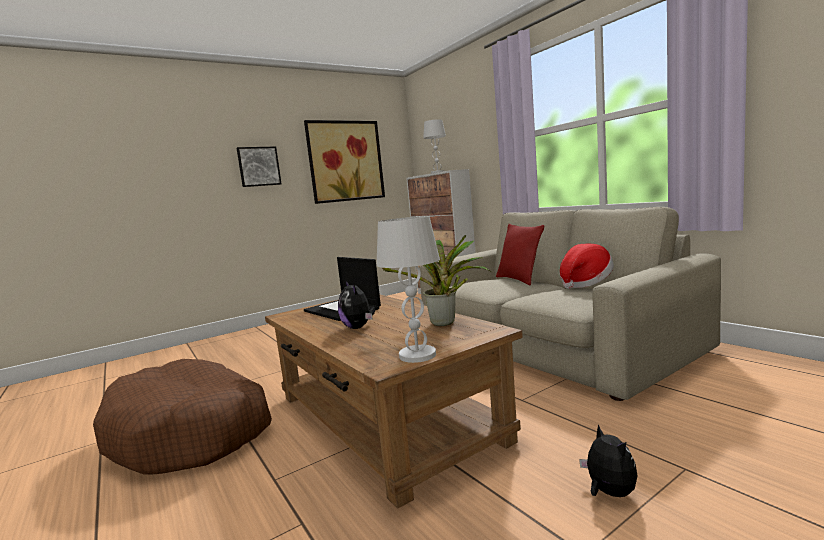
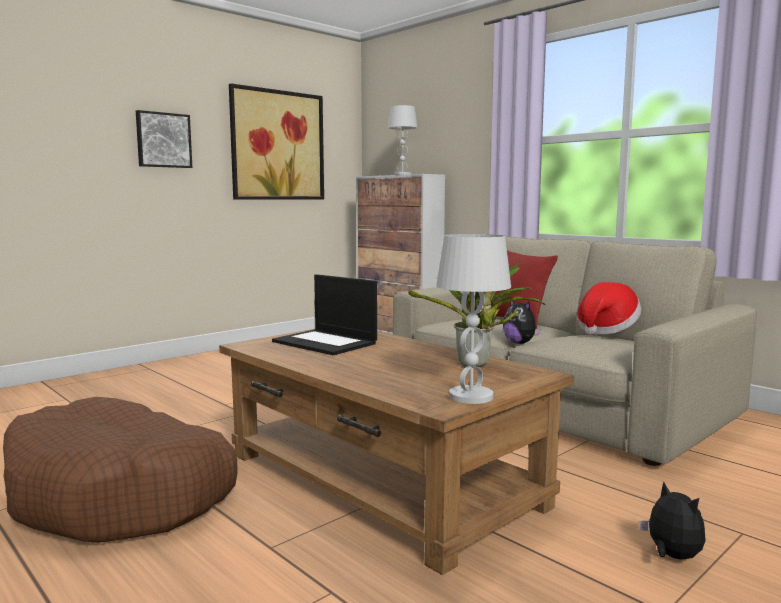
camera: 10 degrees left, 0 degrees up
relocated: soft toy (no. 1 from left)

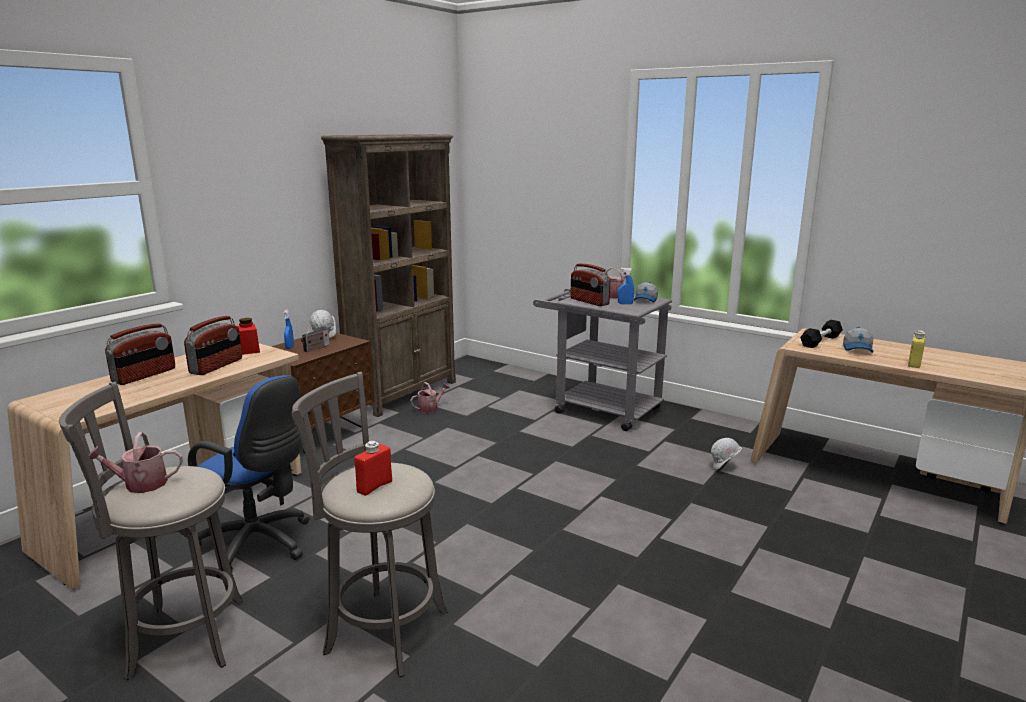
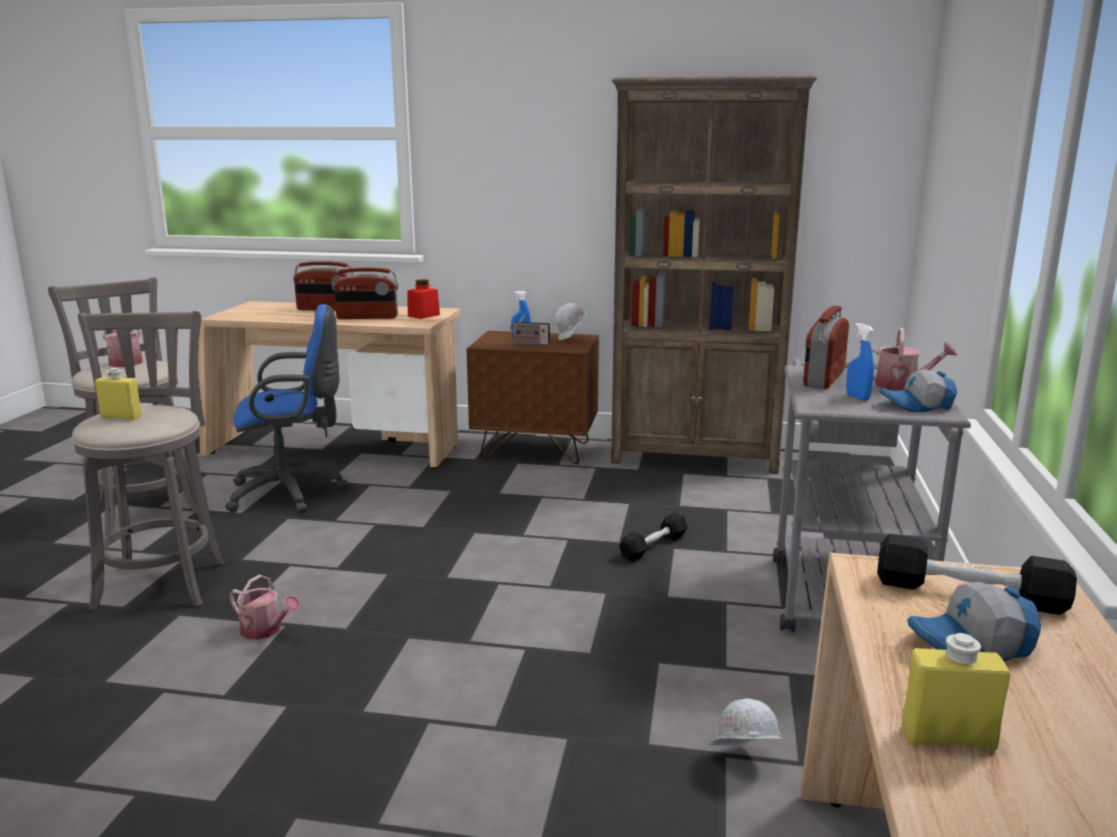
camera: 65 degrees right, 0 degrees up
appeared: dumbbell (black-coloured) (no. 1 from left)
relocated: sprinkling can (no. 2 from left)
colour: beverage bottle (red-coloured) to beverage bottle (yellow-coloured) (no. 1 from left)
spun: desk chair (blue-coloured) 105 degrees counterclockwise

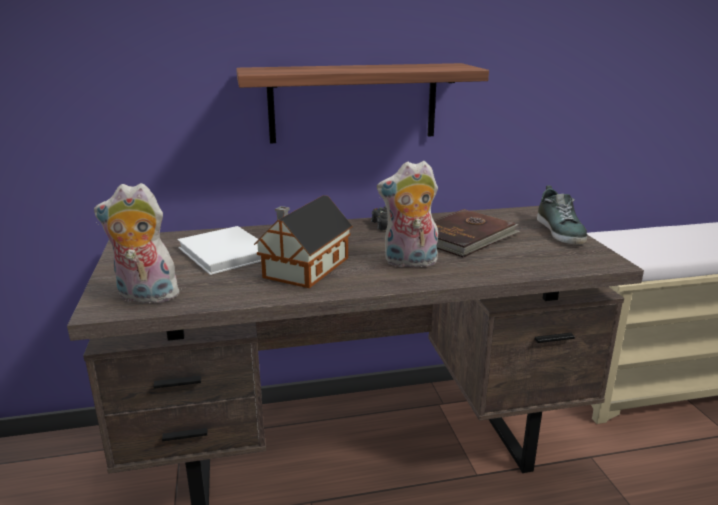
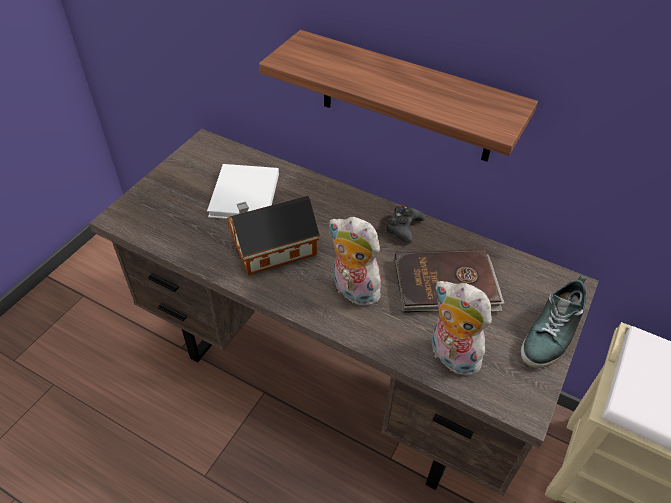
camera: 40 degrees right, 25 degrees up
relocated: soft toy (no. 1 from left in the first image) to soft toy (no. 2 from left)

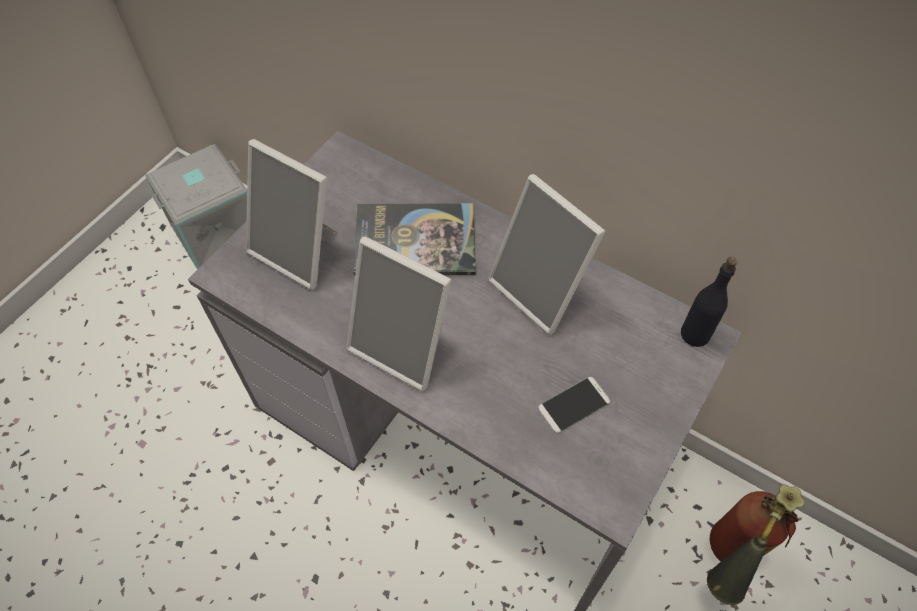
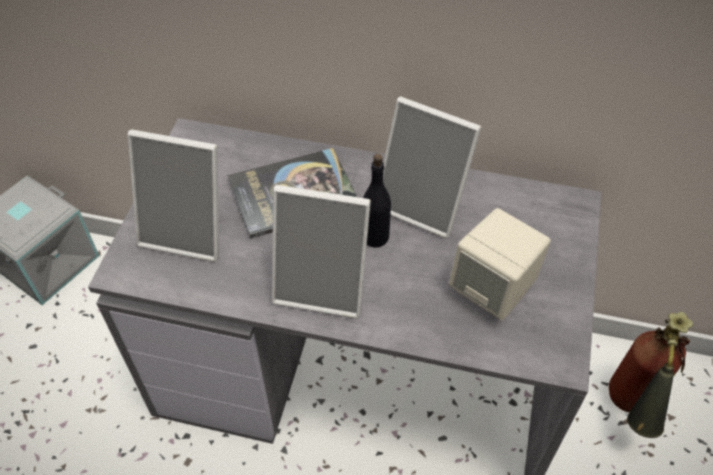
camera: 20 degrees left, 5 degrees down
relocated: beverage bottle (black-coloured)
exchanged: handset to loudspeaker (sand-coloured)

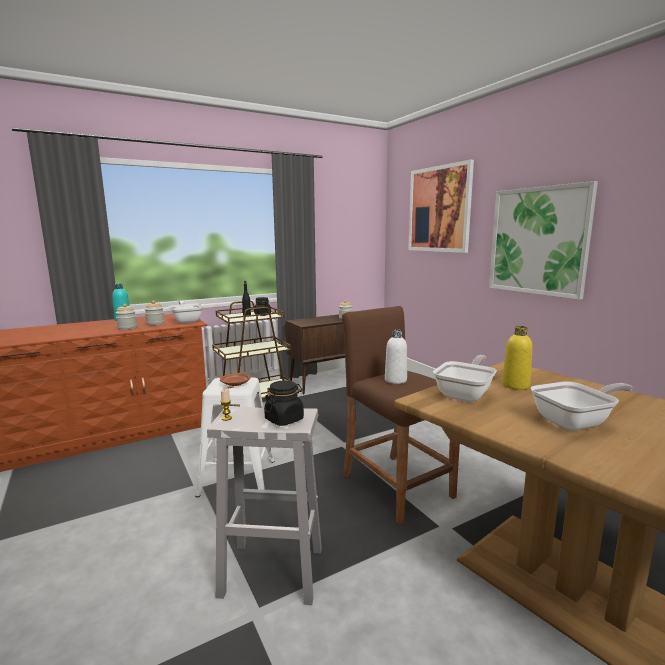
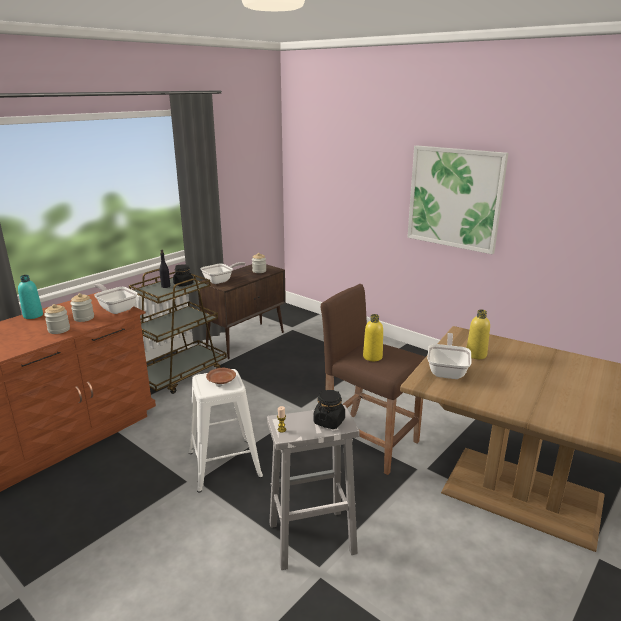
camera: 20 degrees left, 10 degrees up
missing: wall picture (no. 1 from left)
relocated: frying pan (no. 3 from left in the first image) to frying pan (no. 2 from left)
colour: beverage bottle (white) to beverage bottle (yellow-coloured) (no. 1 from left)

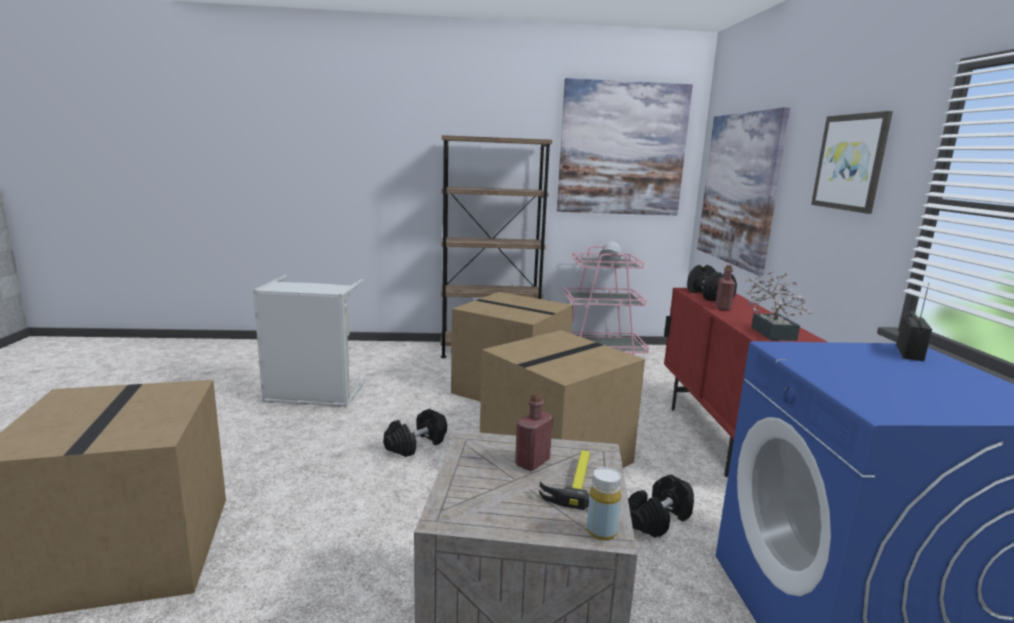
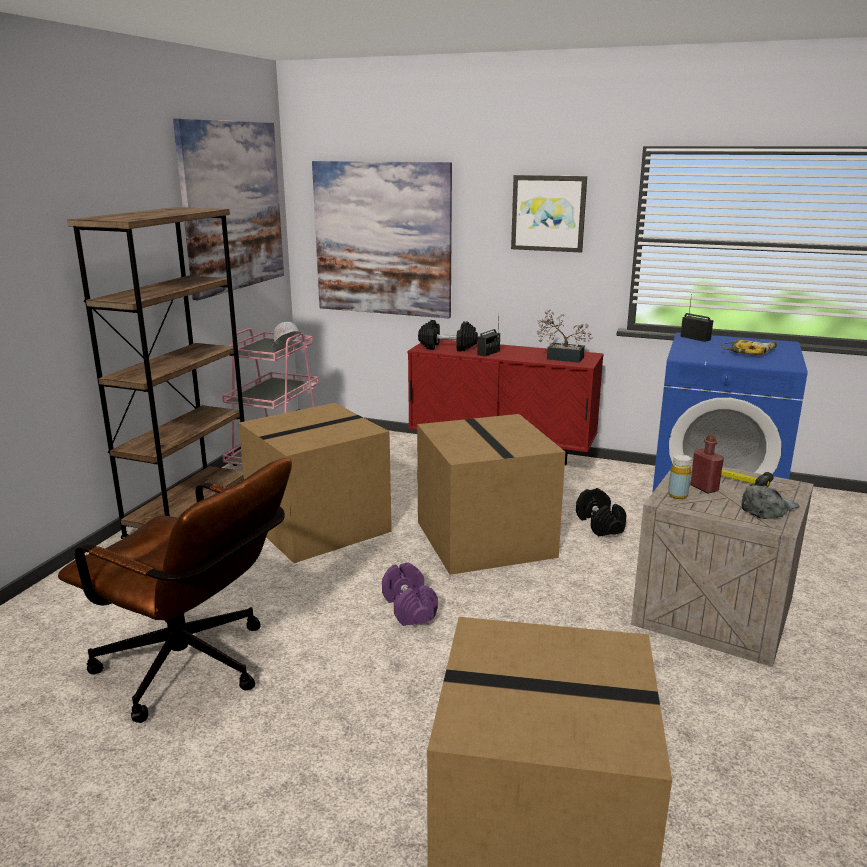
camera: 65 degrees left, 5 degrees up
appeared: power drill; baseball cap (grey)
relocated: beverage bottle (yellow-coloured)
exchanged: washing basket (grey) to desk chair (brownish); beverage bottle (red-coloured) (no. 2 from left) to radio set (no. 1 from left)
colour: dumbbell (black-coloured) (no. 1 from left) to dumbbell (purple)

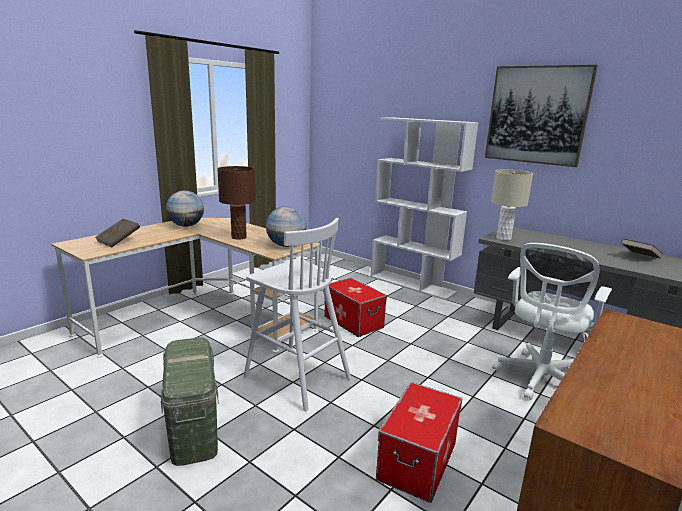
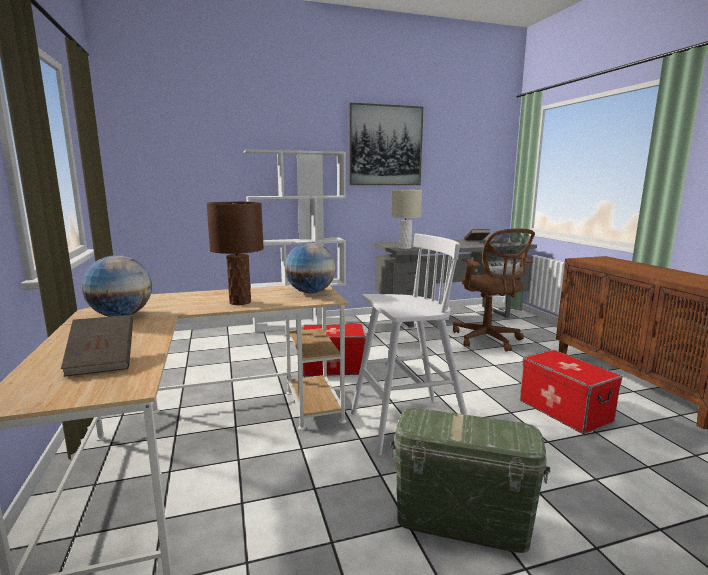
camera: 55 degrees left, 5 degrees down
colour: desk chair (white) to desk chair (brownish)

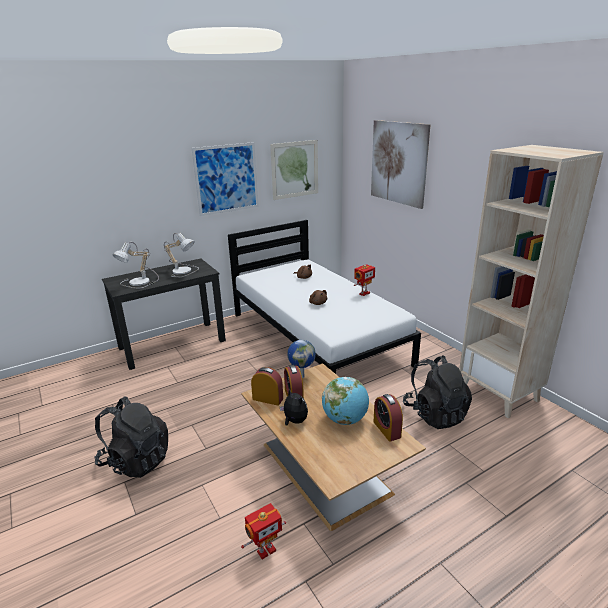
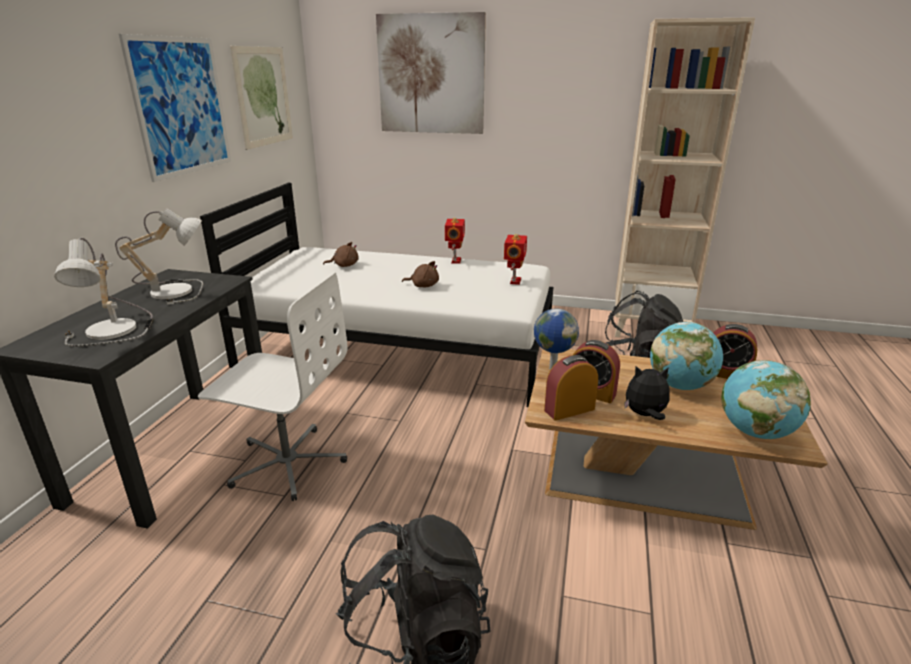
camera: 45 degrees left, 0 degrees up
appeared: desk chair (white); world globe (no. 3 from left)
relocated: robot figure (no. 1 from left in the first image) to robot figure (no. 2 from left)

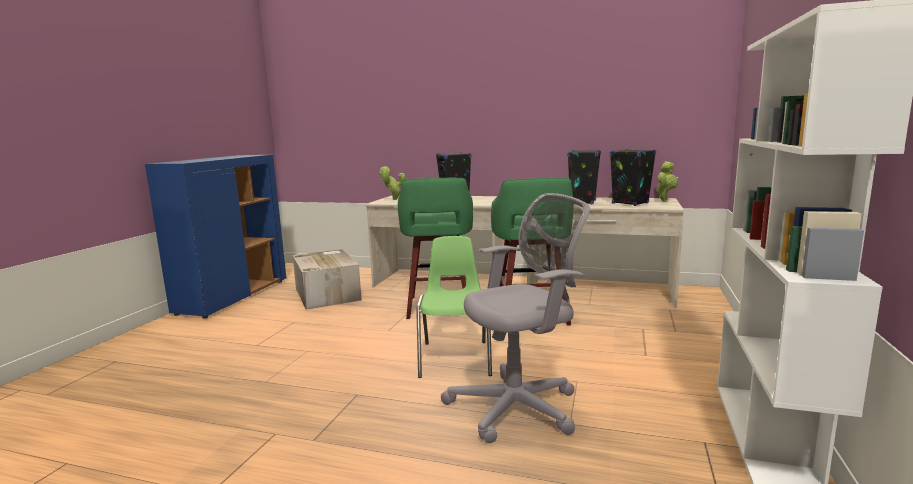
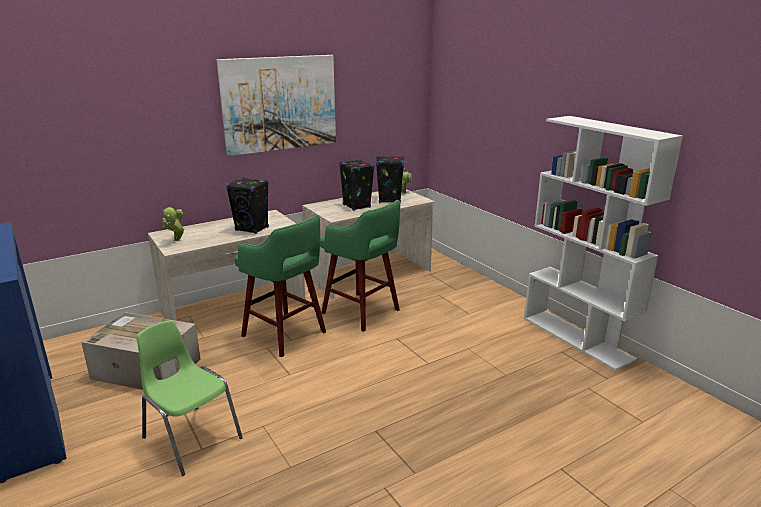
camera: 50 degrees left, 10 degrees up
missing: desk chair (grey)
appeared: wall picture
relocated: plain chair (green)

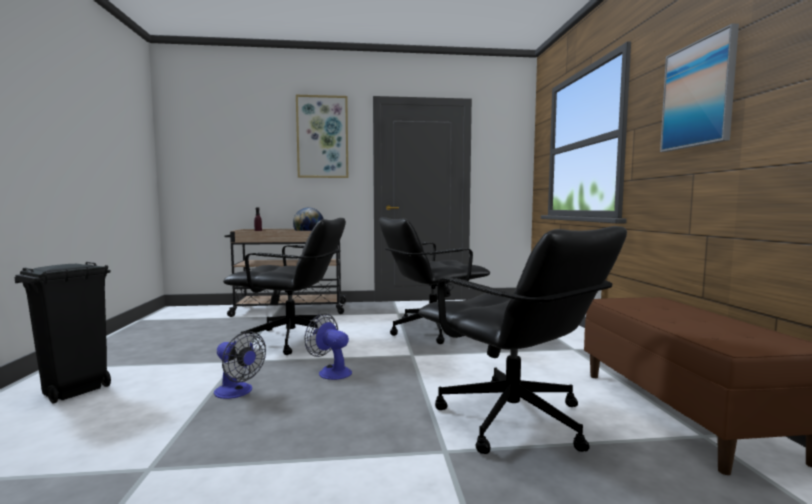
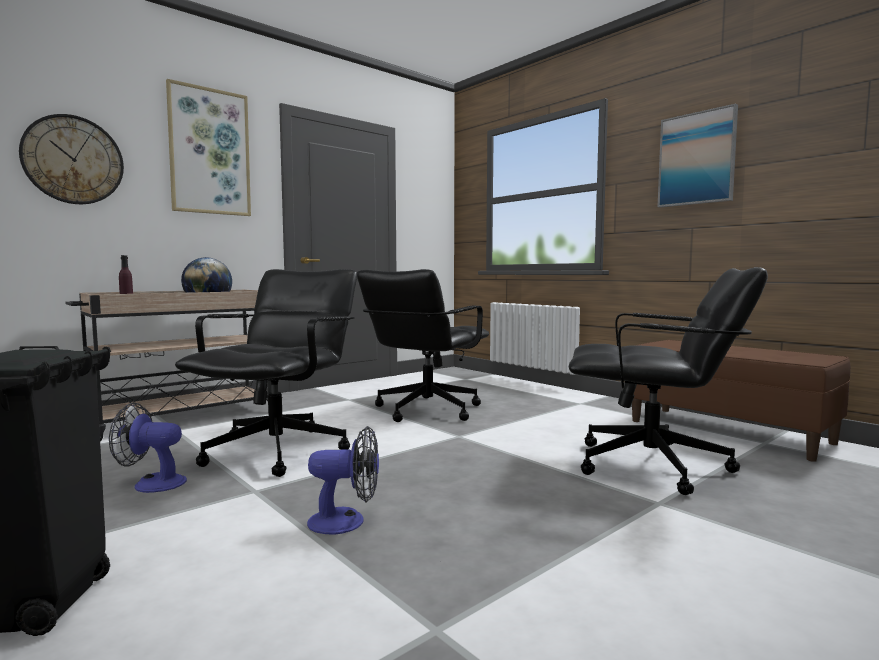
camera: 35 degrees left, 0 degrees up
appeared: hanging clock
relocated: cooling fan (no. 2 from left in the first image) to cooling fan (no. 1 from left)
spun: desk chair (black-coloured) (no. 1 from left) 45 degrees counterclockwise

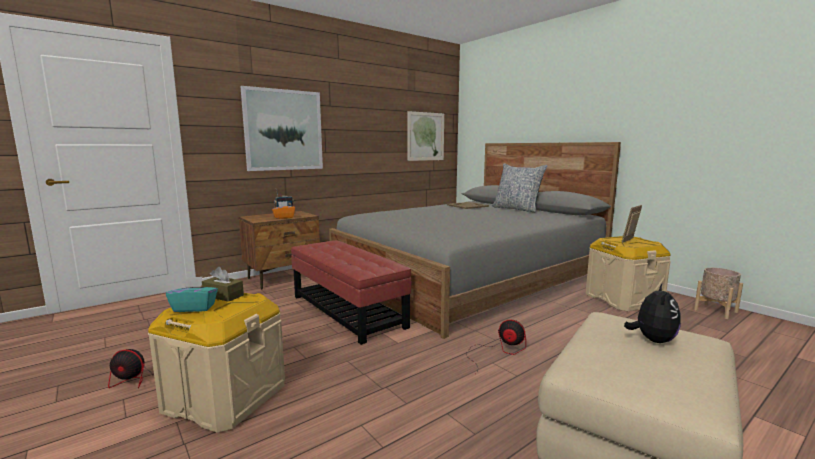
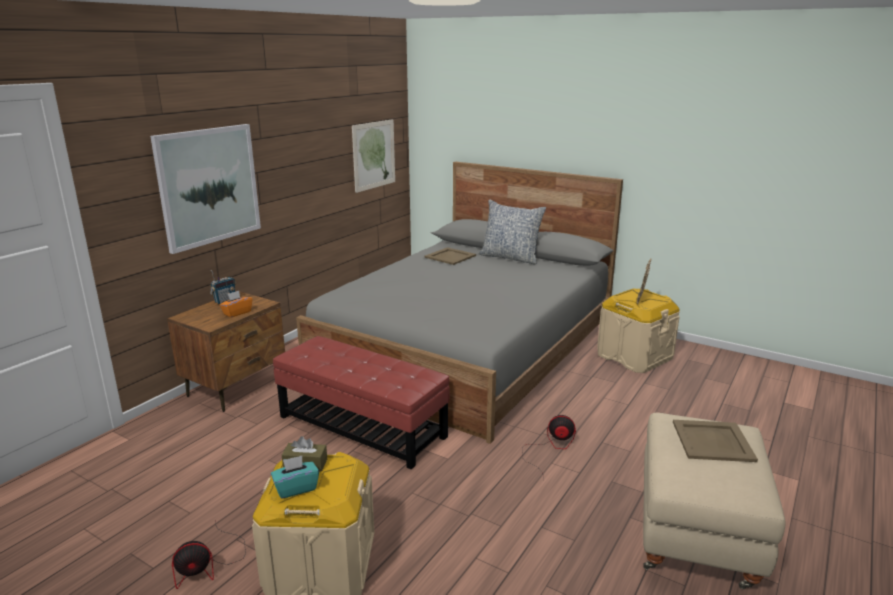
camera: 20 degrees left, 10 degrees up
missing: plant pot (sand-coloured)
exchanged: soft toy to serving tray (sand-coloured) (no. 2 from left)

